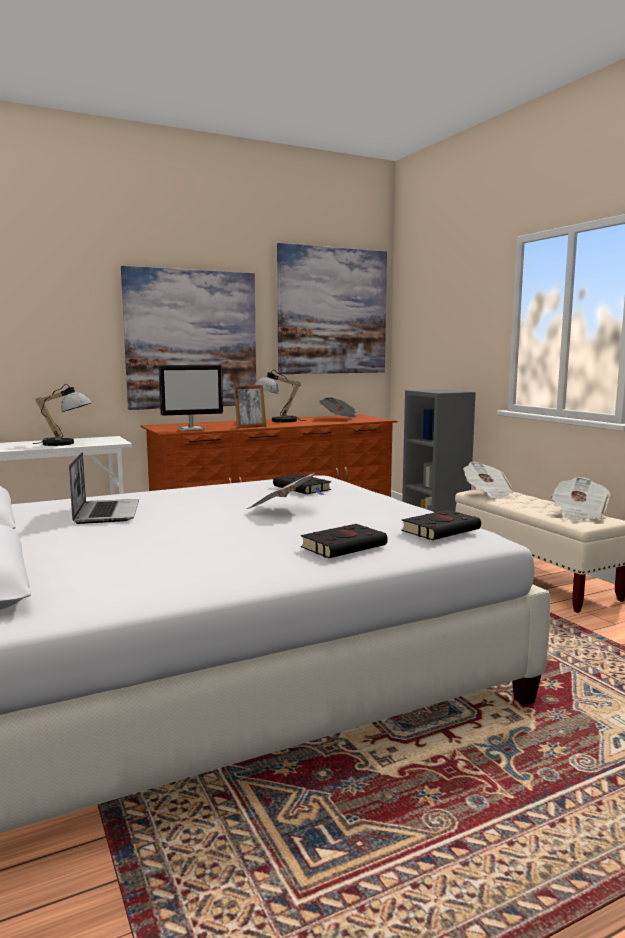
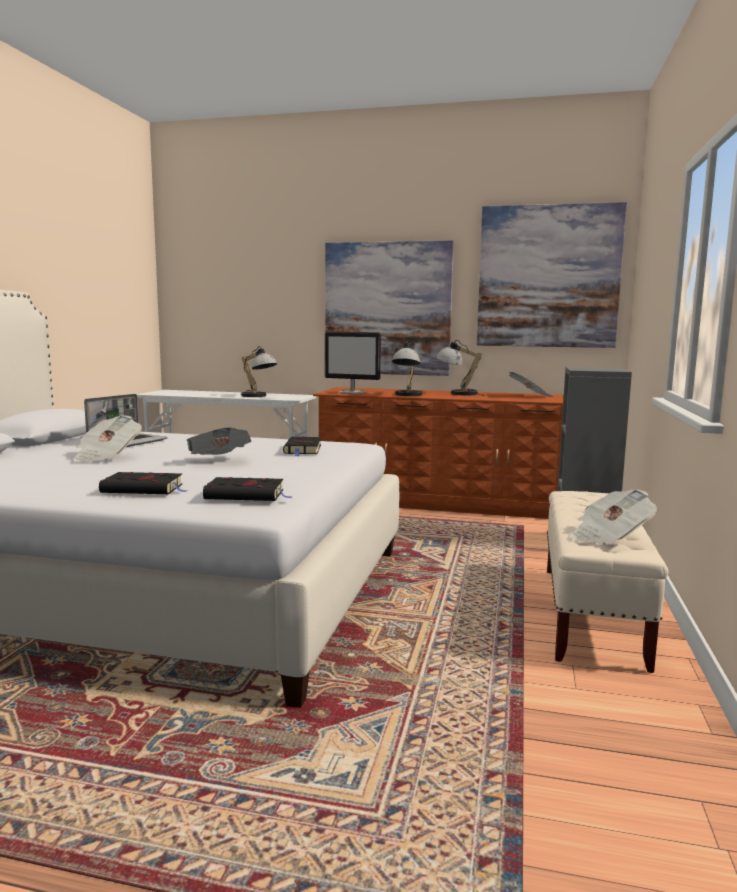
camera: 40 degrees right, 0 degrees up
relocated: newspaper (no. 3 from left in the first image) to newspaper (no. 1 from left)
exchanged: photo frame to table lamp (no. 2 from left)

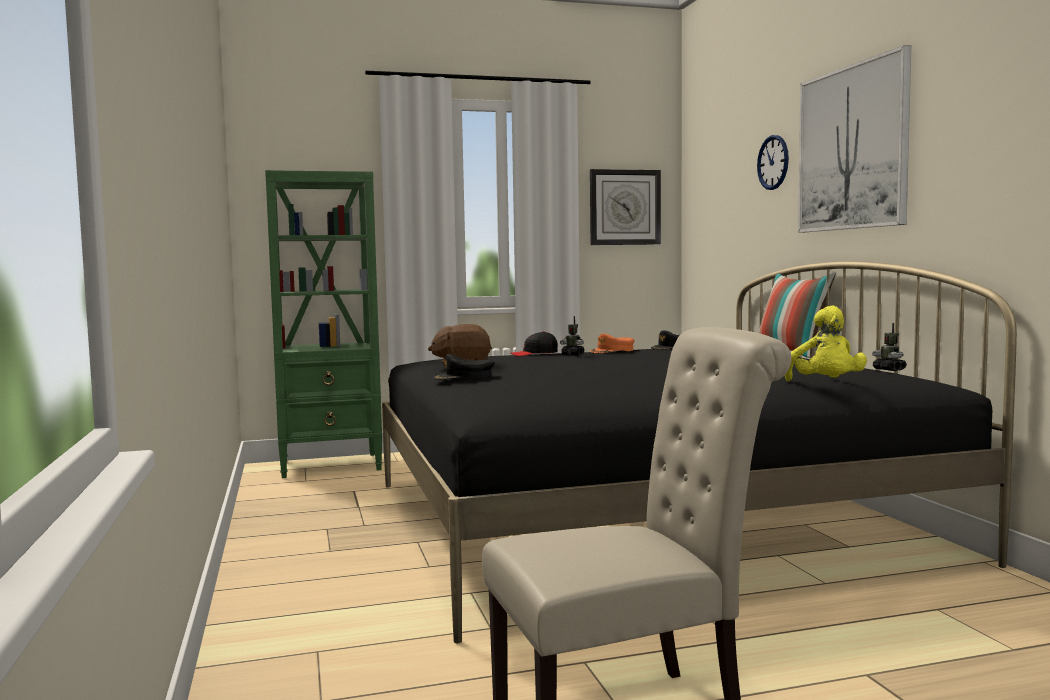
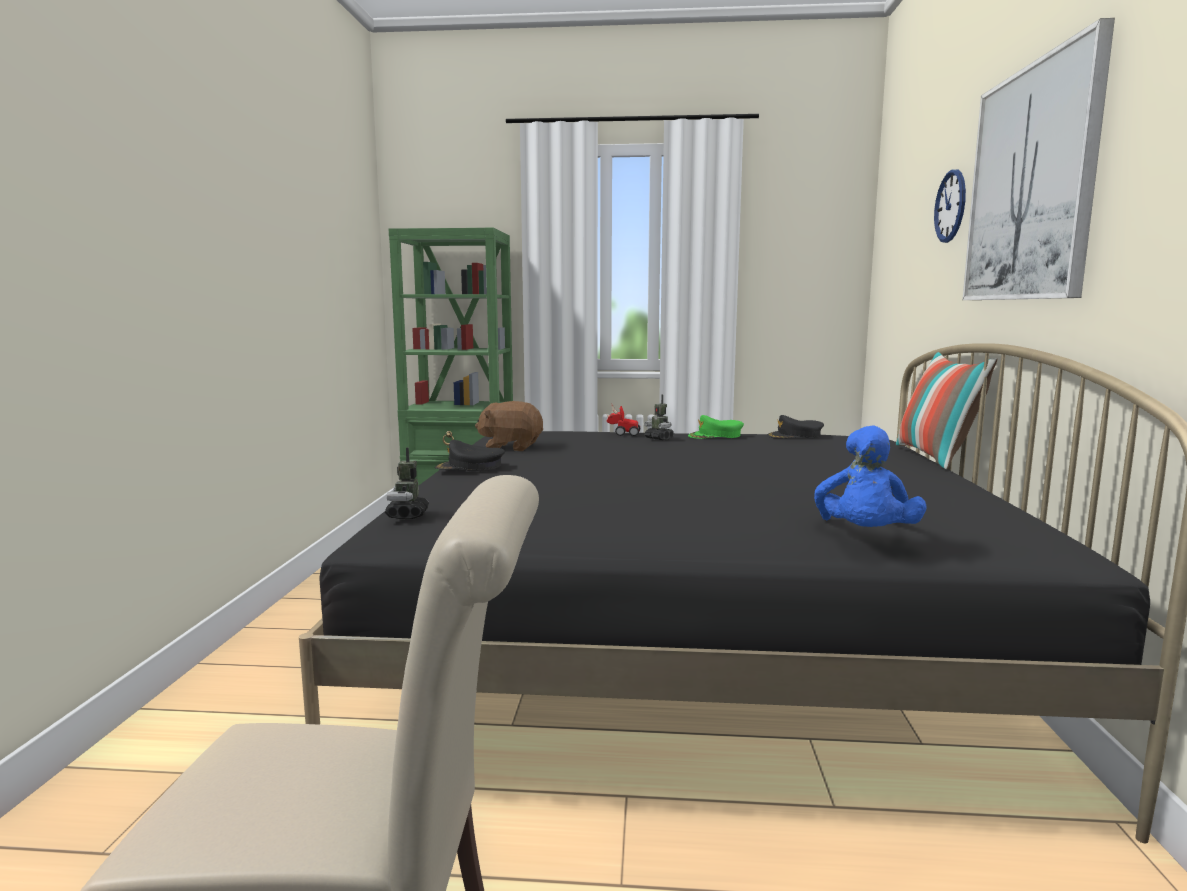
camera: 20 degrees right, 5 degrees up
missing: hanging clock (no. 1 from left)
relocated: robot figure (no. 2 from left in the first image) to robot figure (no. 1 from left)
exchanged: baseball cap (black-coloured) (no. 2 from left) to miniature car
colour: baseball cap (orangey) to baseball cap (green); soft toy (yellow-coloured) to soft toy (blue-coloured)

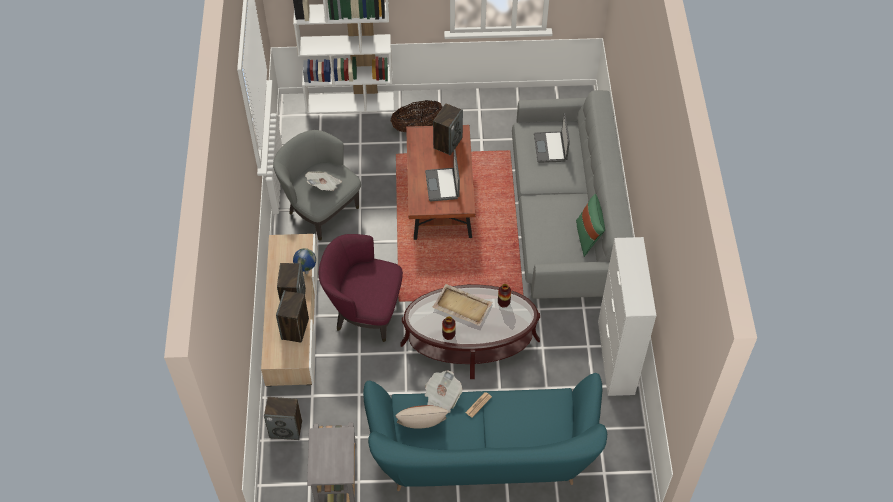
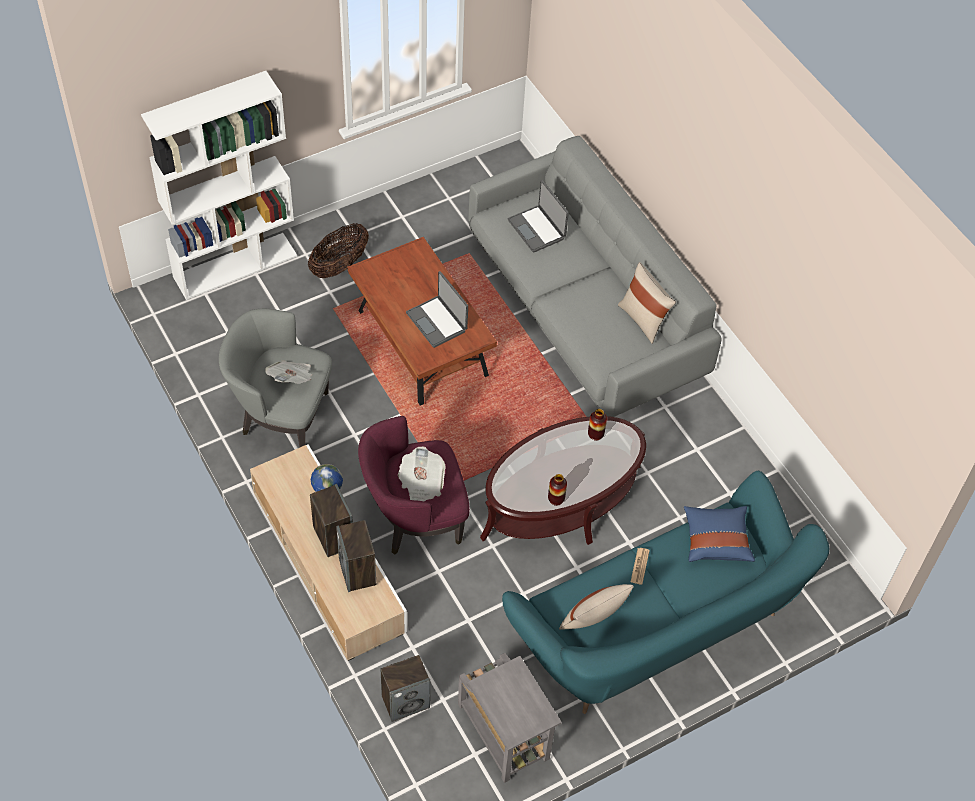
camera: 30 degrees left, 0 degrees up
missing: loudspeaker (no. 4 from left); serving tray (sand-coloured); storage cabinet (white)
appeared: cushion (blue-coloured)
relocated: newspaper (no. 2 from left)
colour: cushion (green) to cushion (sand-coloured) (no. 2 from left)

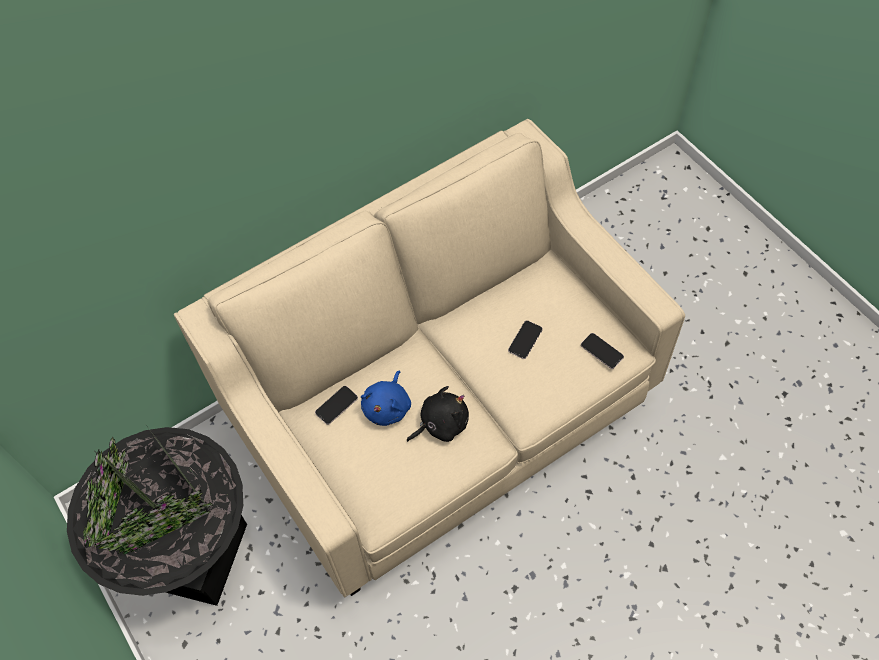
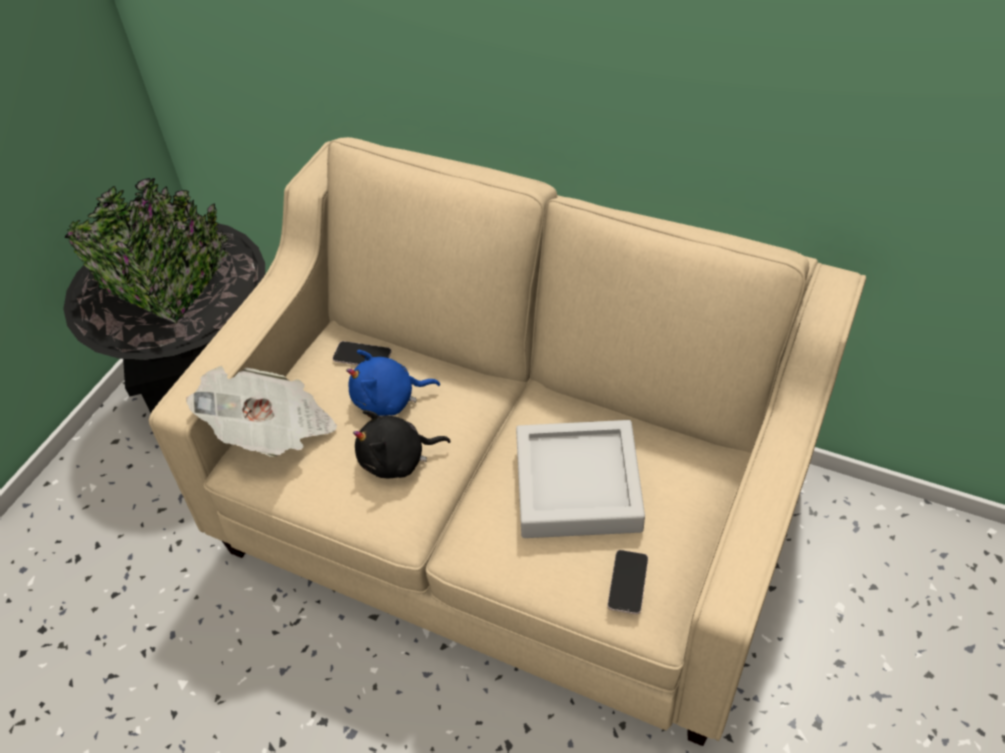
camera: 60 degrees right, 10 degrees down
appeared: newspaper
exchanged: handset (no. 2 from left) to serving tray (grey)
spun: soft toy (black-coloured) 135 degrees clockwise

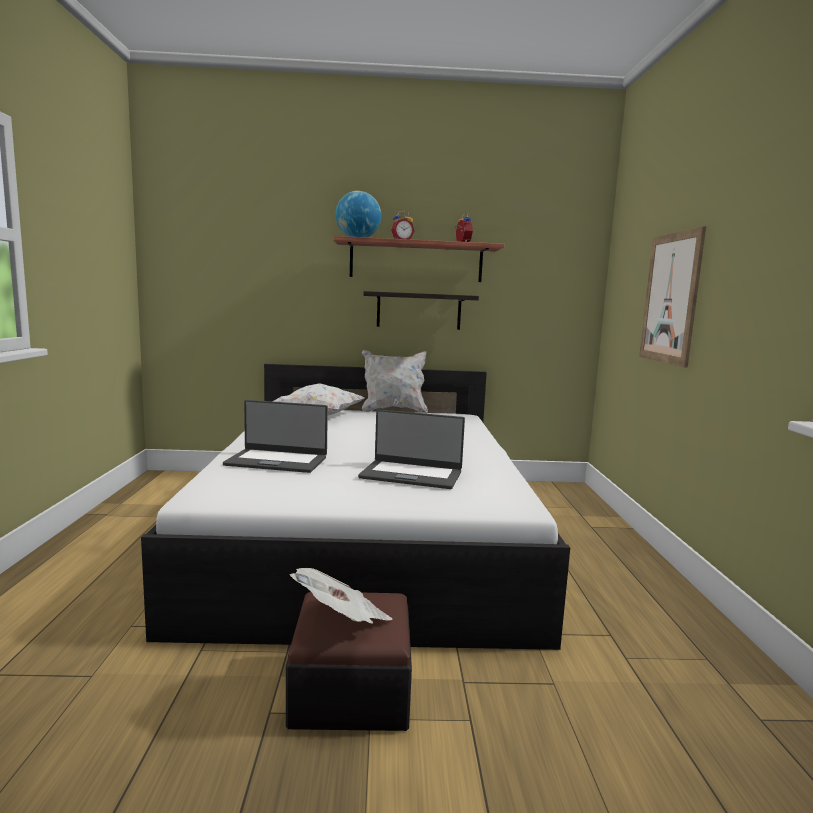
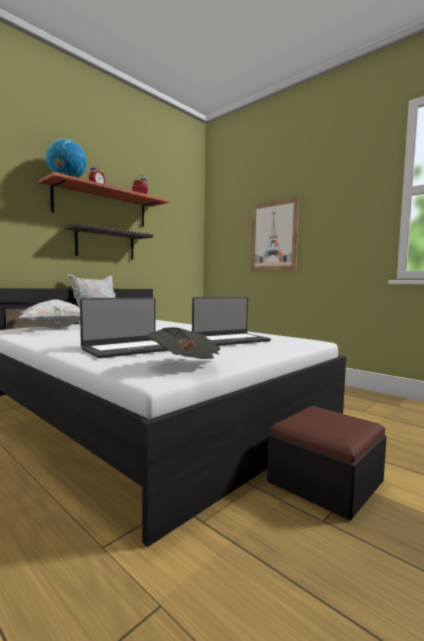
camera: 45 degrees left, 5 degrees down
relocated: newspaper

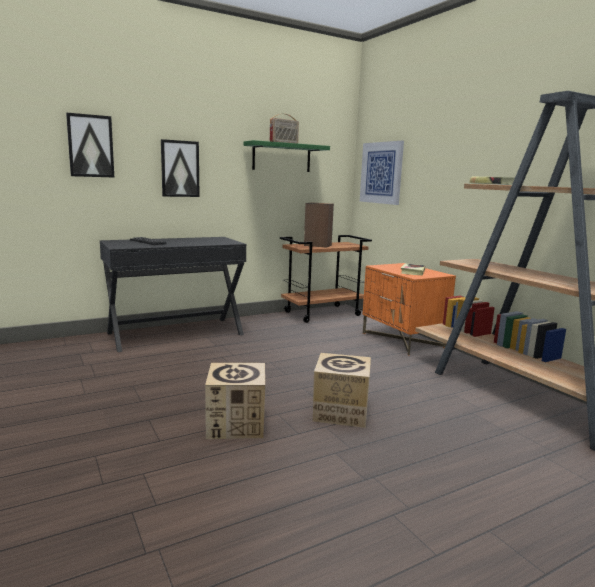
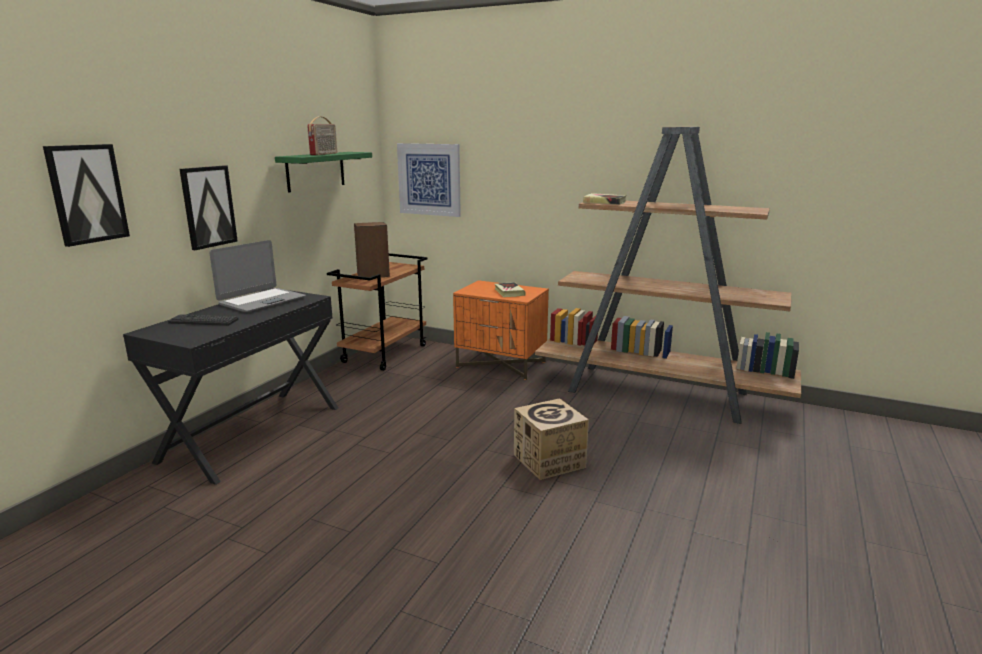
camera: 35 degrees left, 5 degrees up
missing: cardboard box (no. 1 from left)
appeared: portable computer

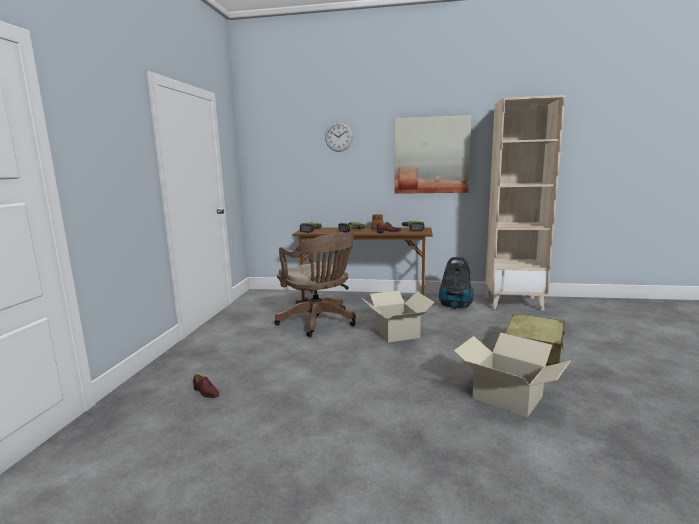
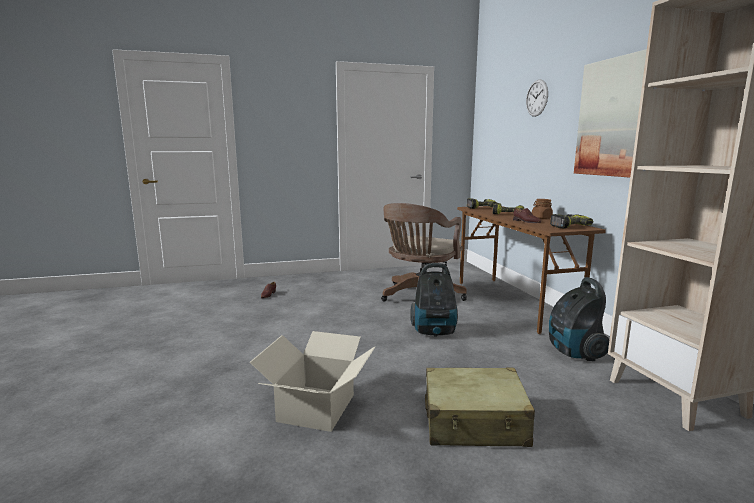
camera: 65 degrees right, 0 degrees up
exchanged: cardboard box (no. 1 from left) to vacuum cleaner (no. 1 from left)

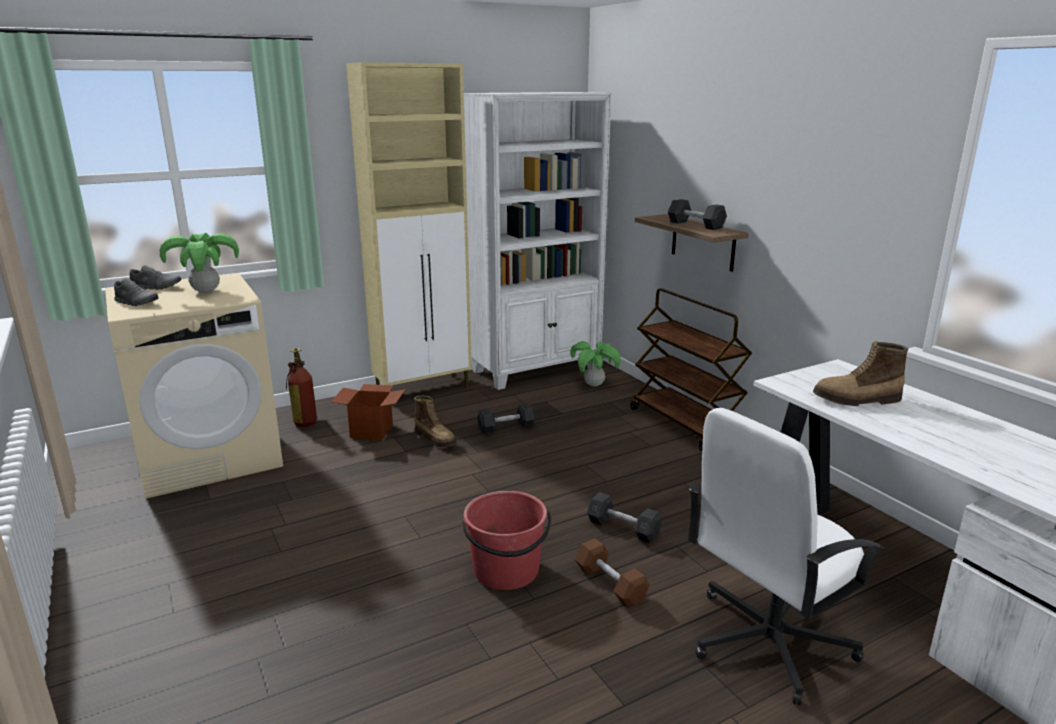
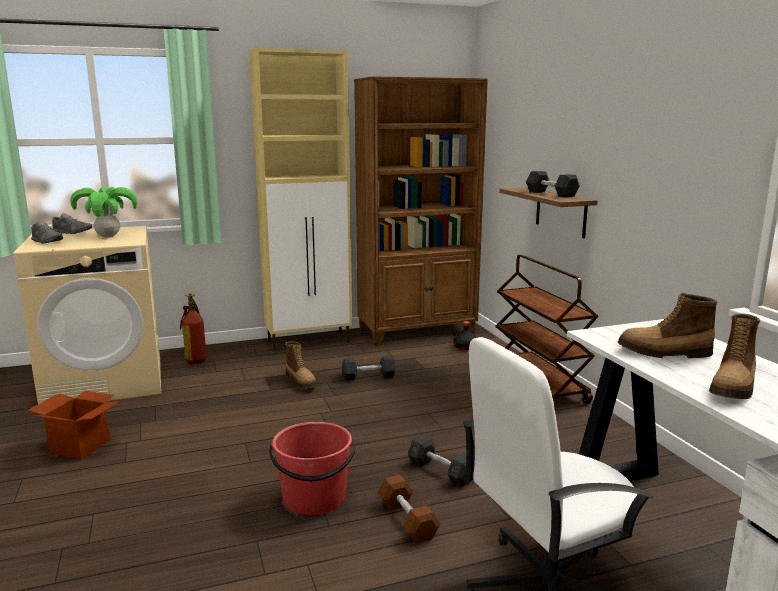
camera: 10 degrees right, 5 degrees down
appeared: boot (no. 3 from left)
relocated: cardboard box
exchanged: plant in a pot (no. 2 from left) to beverage bottle (black-coloured)
colour: shelving unit (white) to shelving unit (brownish)

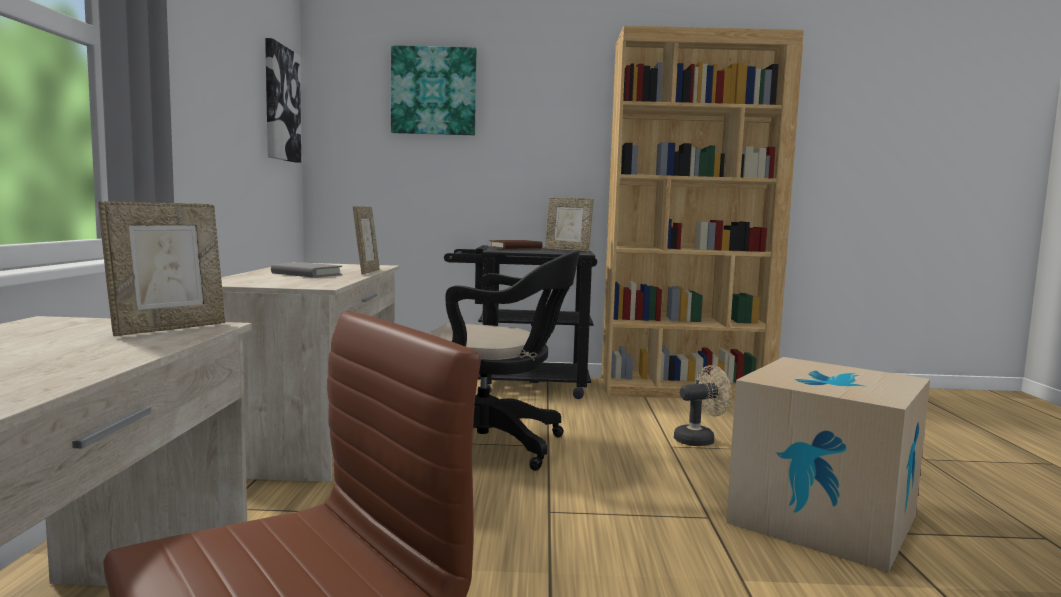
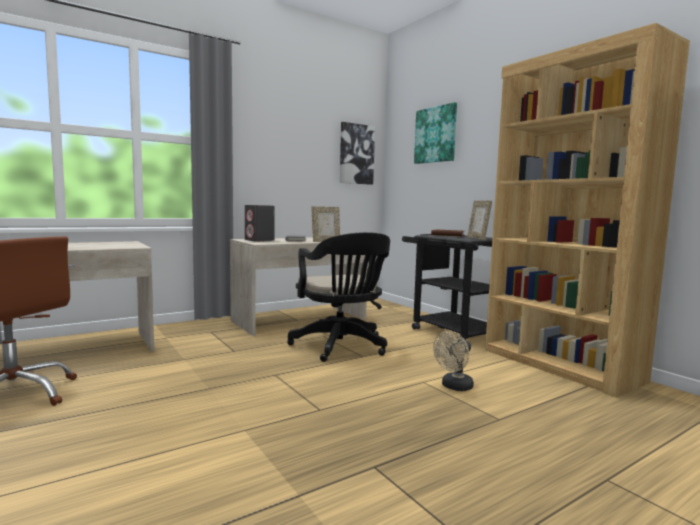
camera: 55 degrees right, 0 degrees up
missing: photo frame (no. 1 from left); cardboard box
appeared: loudspeaker (grey)
spun: cooling fan (sand-coloured) 105 degrees clockwise

